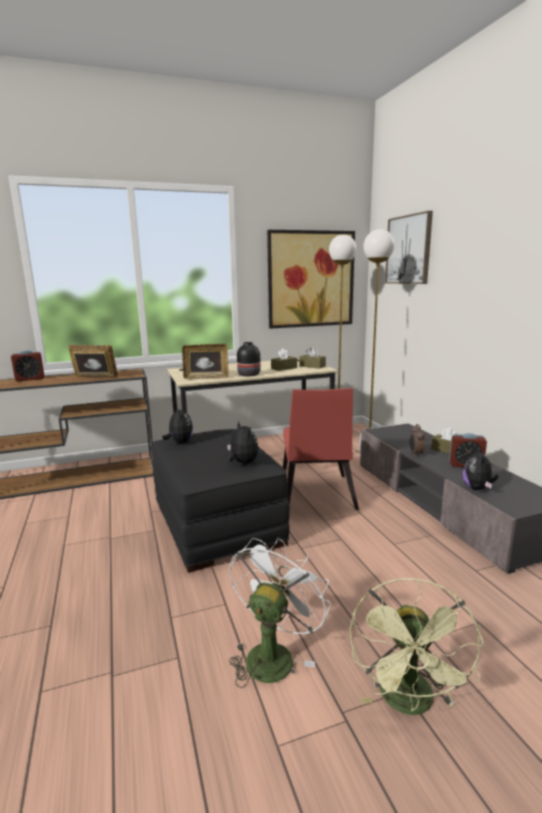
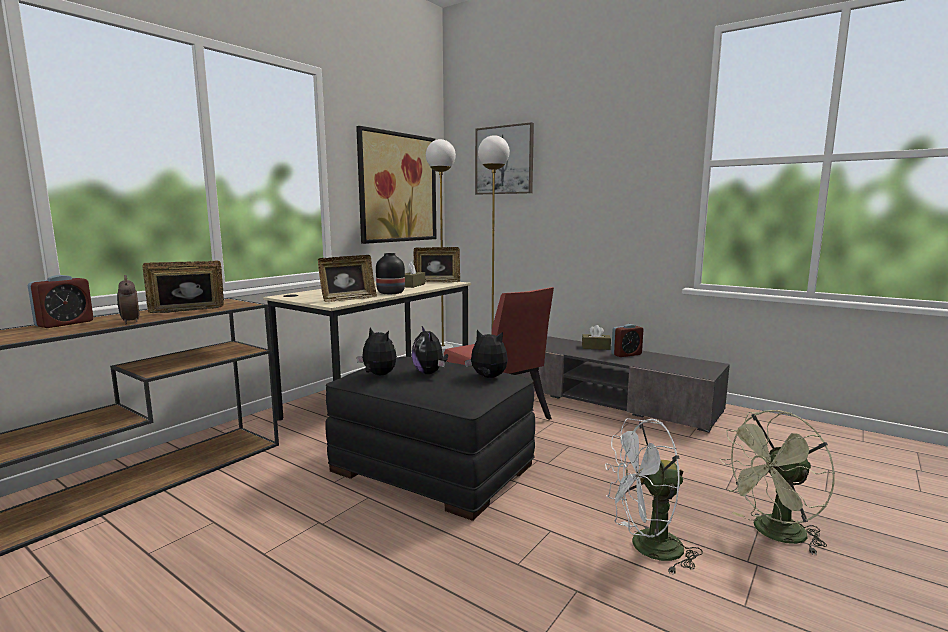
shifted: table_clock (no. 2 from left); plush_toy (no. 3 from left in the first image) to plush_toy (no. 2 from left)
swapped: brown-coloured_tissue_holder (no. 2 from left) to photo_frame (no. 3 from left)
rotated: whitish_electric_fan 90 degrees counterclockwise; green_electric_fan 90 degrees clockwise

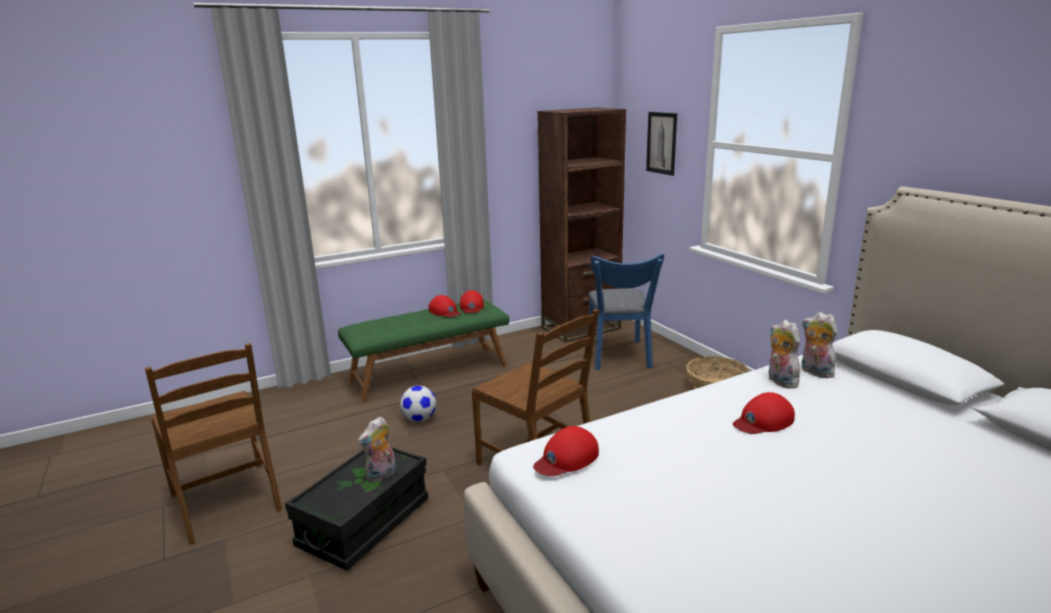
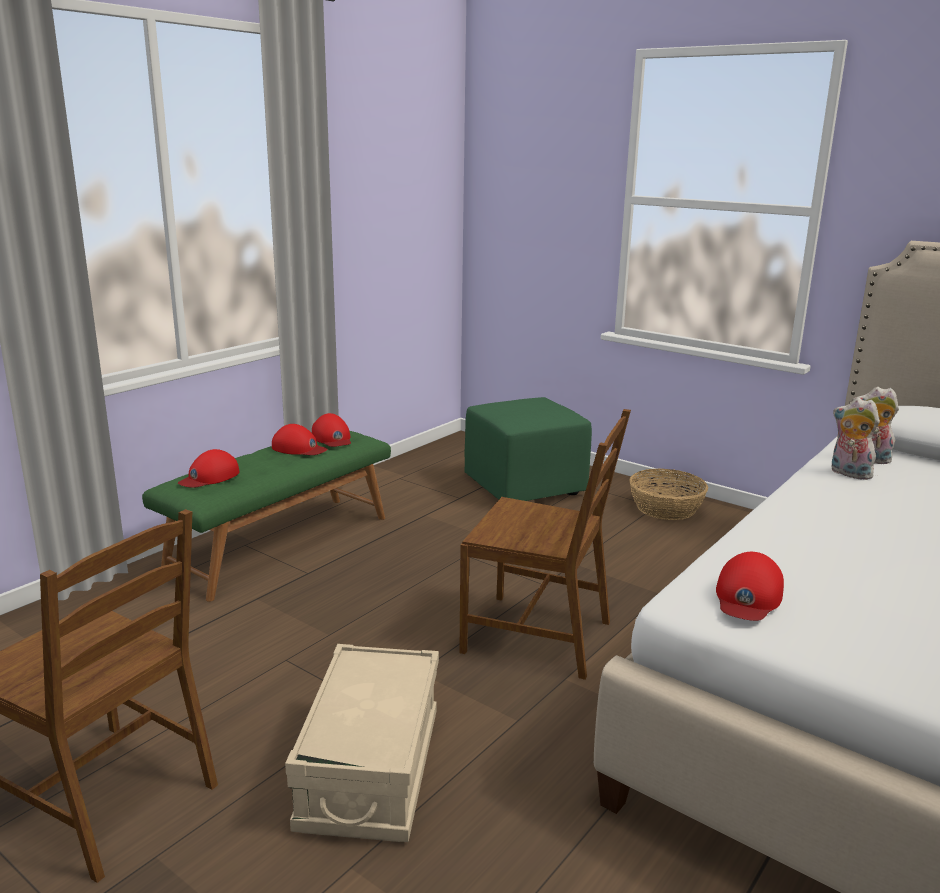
gone: brown-coloured_shelving_unit; wall_picture; ball_for_football; plush_toy (no. 1 from left)
shifted: red_peaked_cap (no. 4 from left in the first image) to red_peaked_cap (no. 1 from left)
swapped: blue_chair to green_pouffe
repainted: black-coloured_storage_bin to sand-coloured_storage_bin

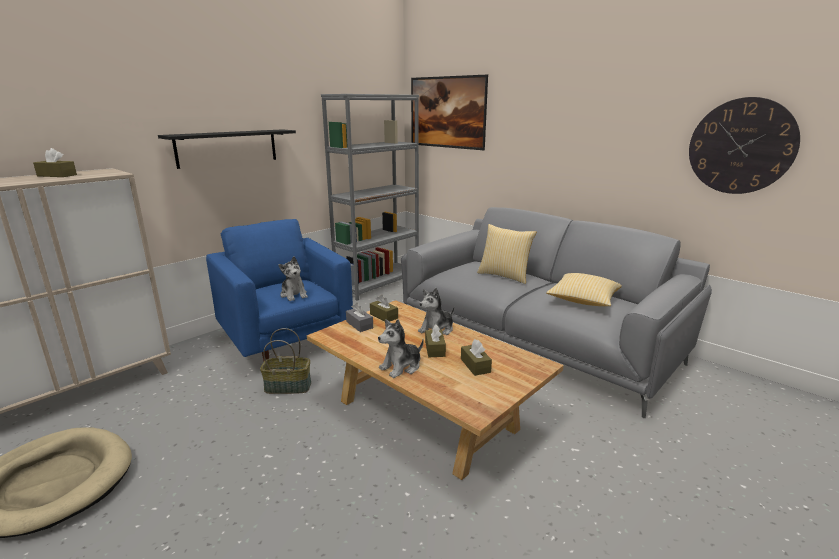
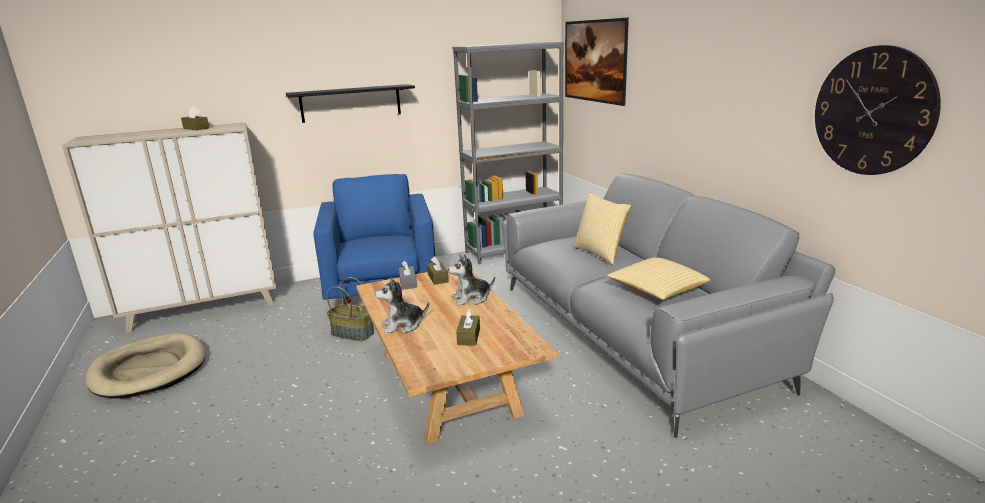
gone: plush_toy (no. 1 from left); brown-coloured_tissue_holder (no. 3 from left)

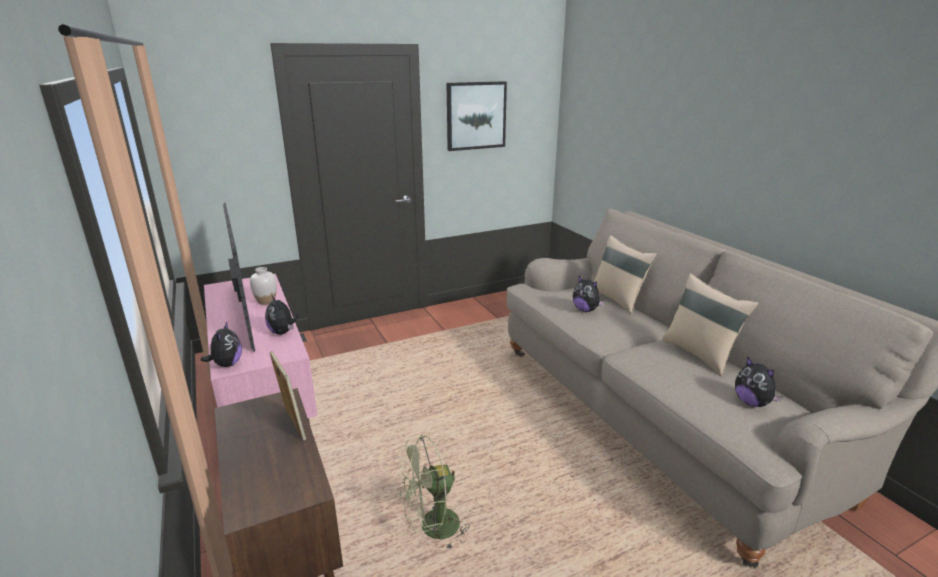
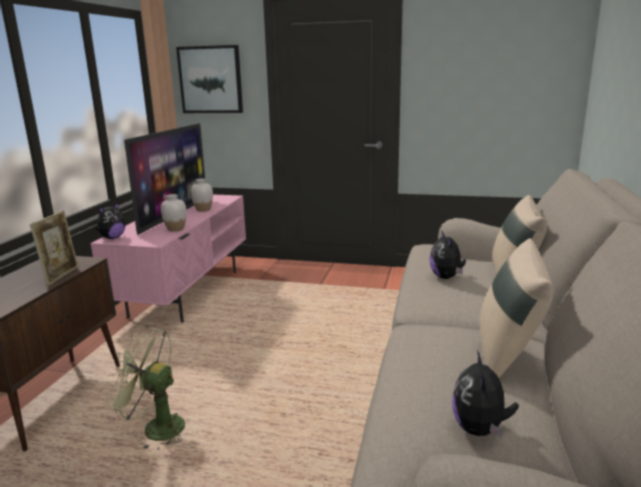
shifted: wall_picture
swapped: plush_toy (no. 2 from left) to whitish_flower_vase (no. 1 from left)

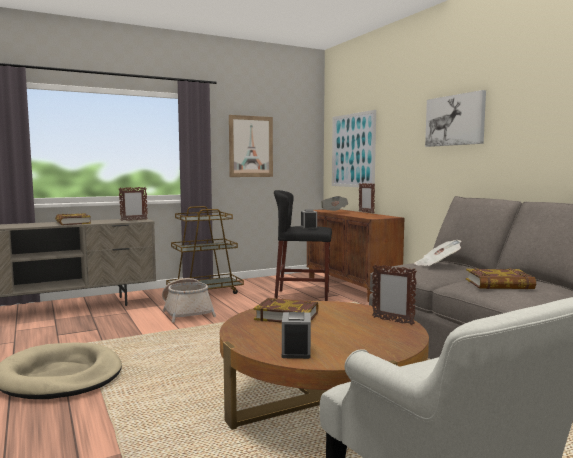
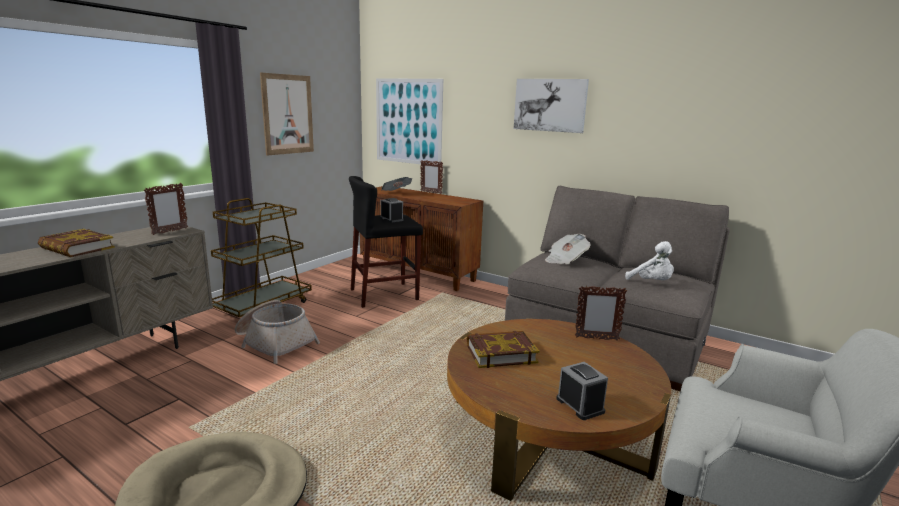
swapped: bound_book (no. 3 from left) to whitish_plush_toy

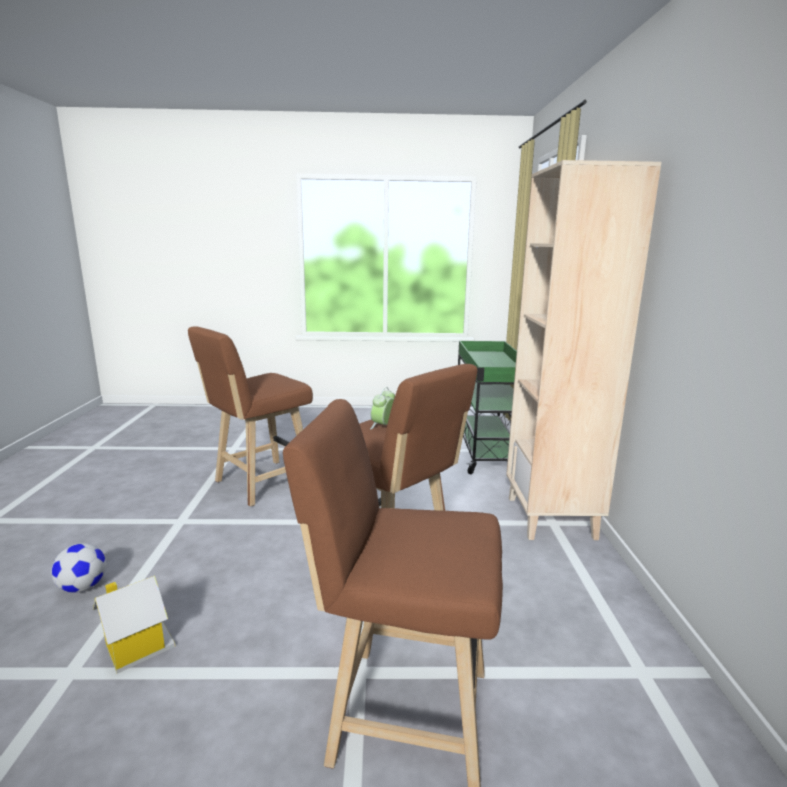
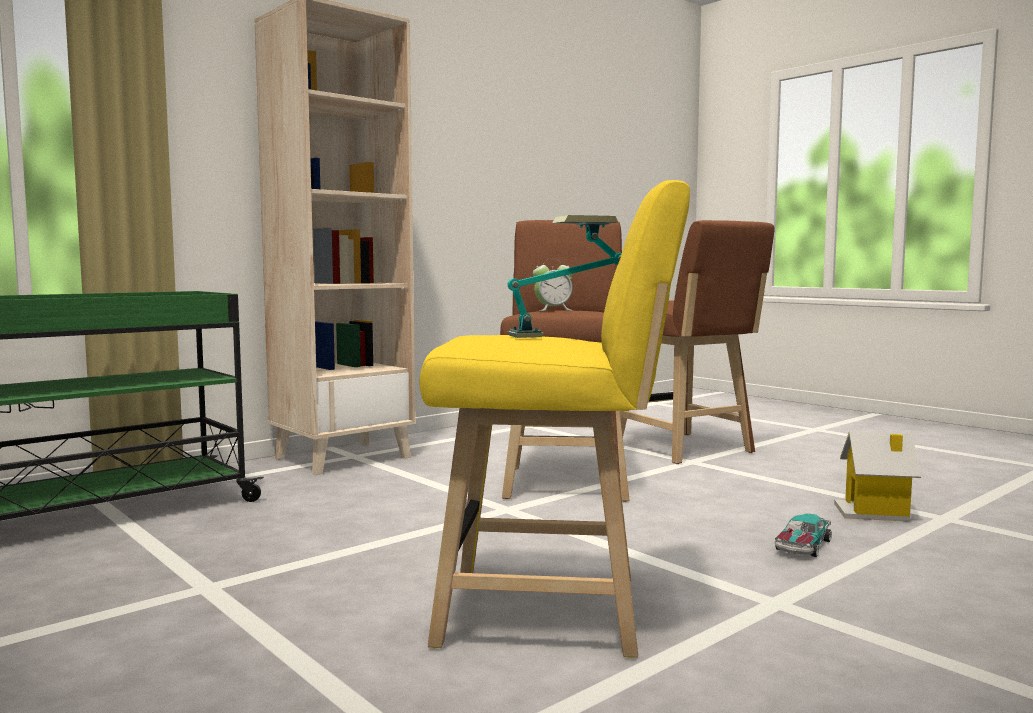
gone: ball_for_football
new: lamp_for_a_table; toy_car
repainted: brown-coloured_stool (no. 1 from left) to yellowish_stool

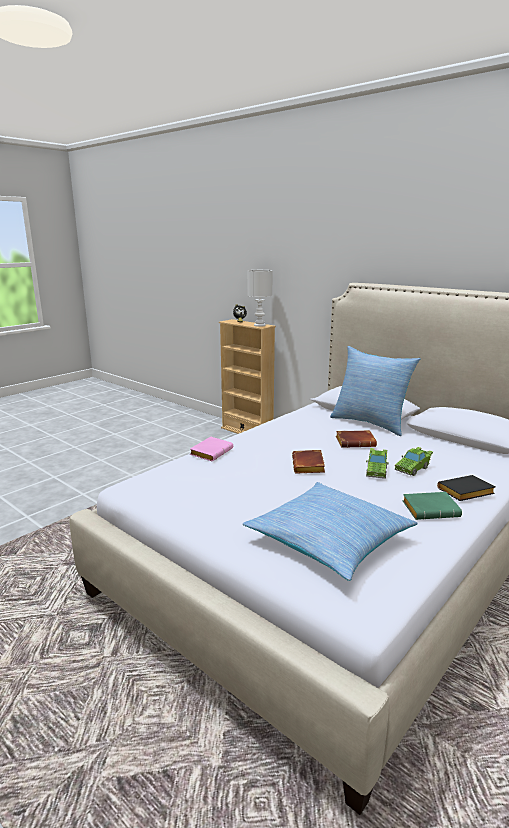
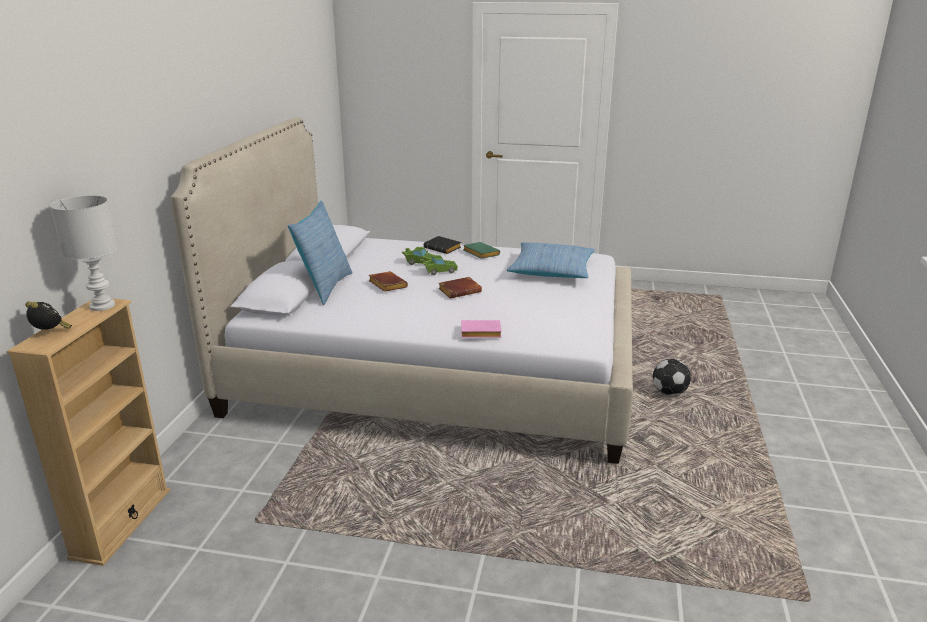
new: ball_for_football

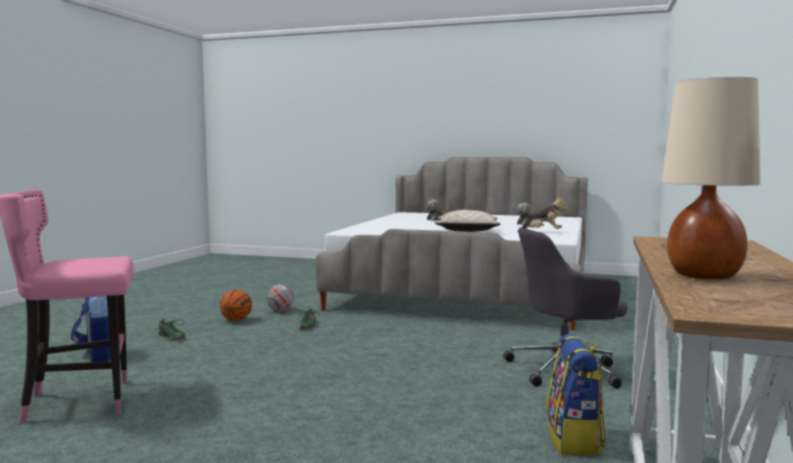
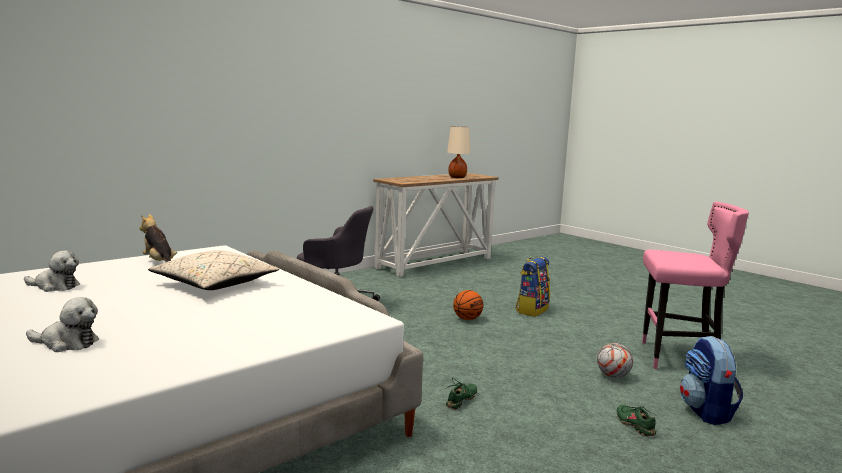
shifted: ball_for_football; basketball; backpack (no. 2 from left in the first image) to backpack (no. 1 from left)

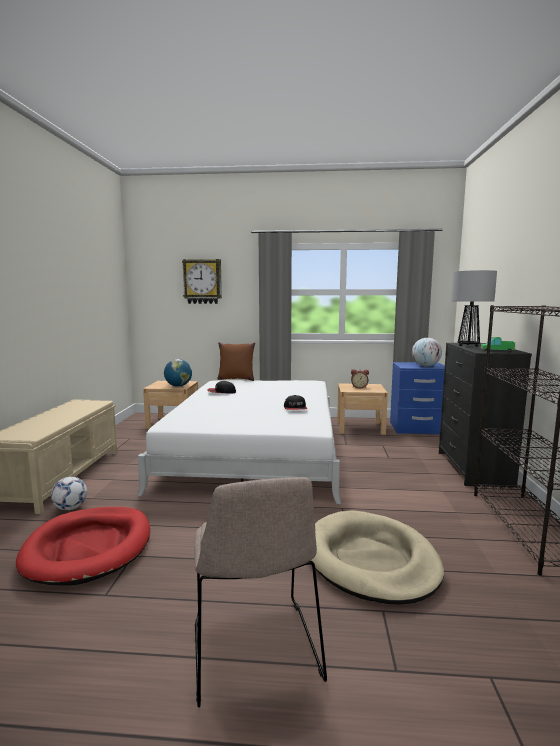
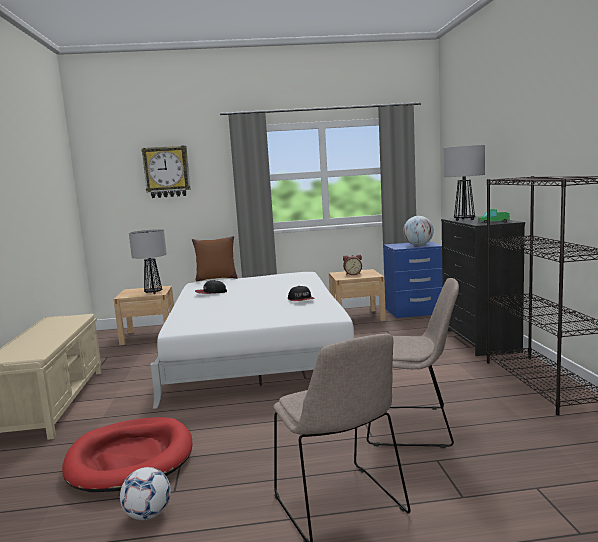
shifted: ball_for_football
swapped: world_globe (no. 1 from left) to lamp_for_a_table (no. 1 from left); sand-coloured_pet_bed to sand-coloured_chair (no. 2 from left)

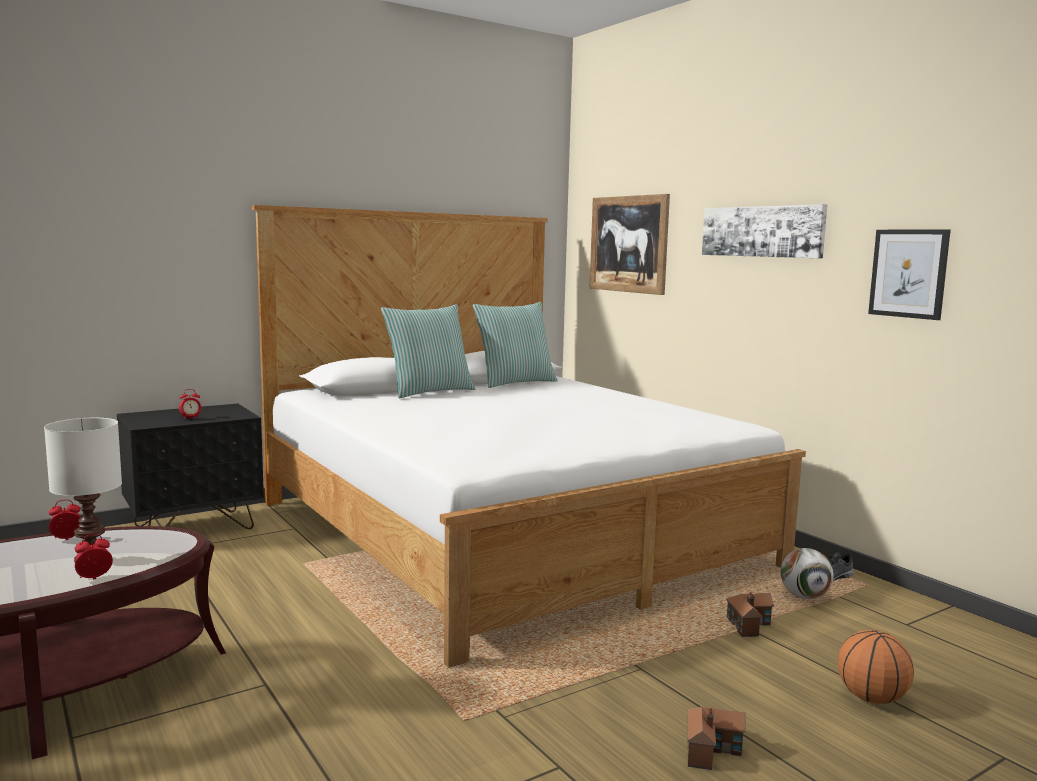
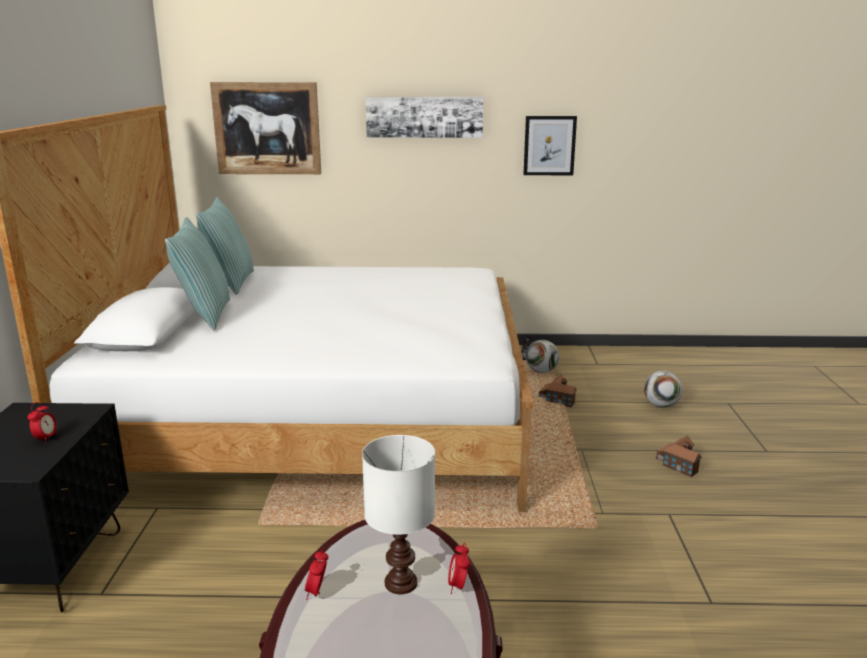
swapped: basketball to ball_for_football (no. 2 from left)

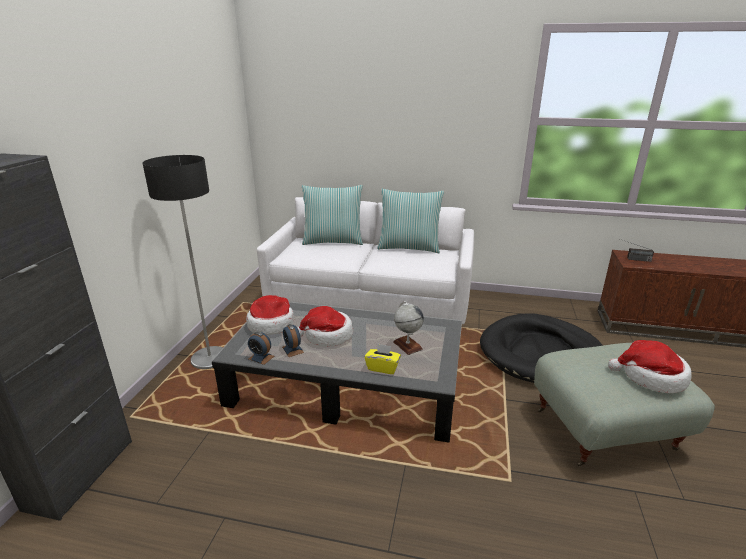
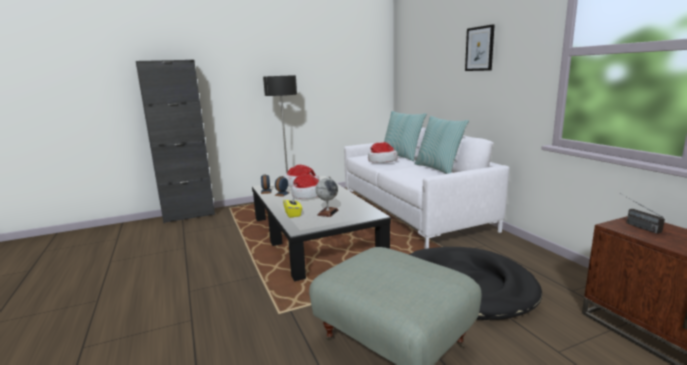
new: wall_picture
shifted: hat (no. 3 from left)

